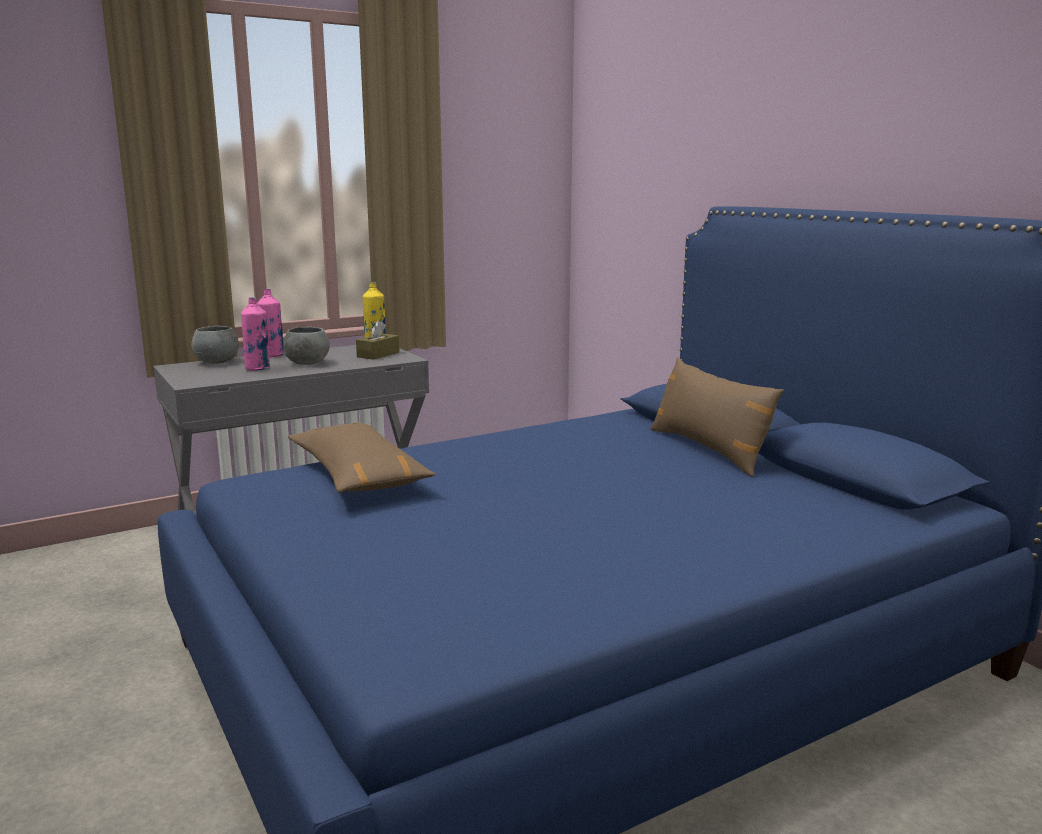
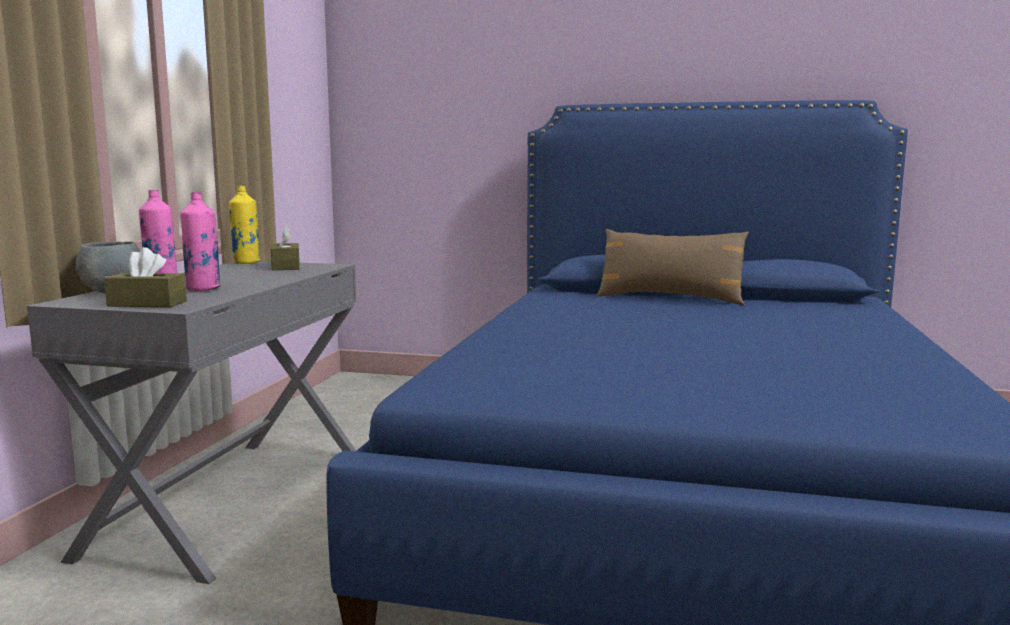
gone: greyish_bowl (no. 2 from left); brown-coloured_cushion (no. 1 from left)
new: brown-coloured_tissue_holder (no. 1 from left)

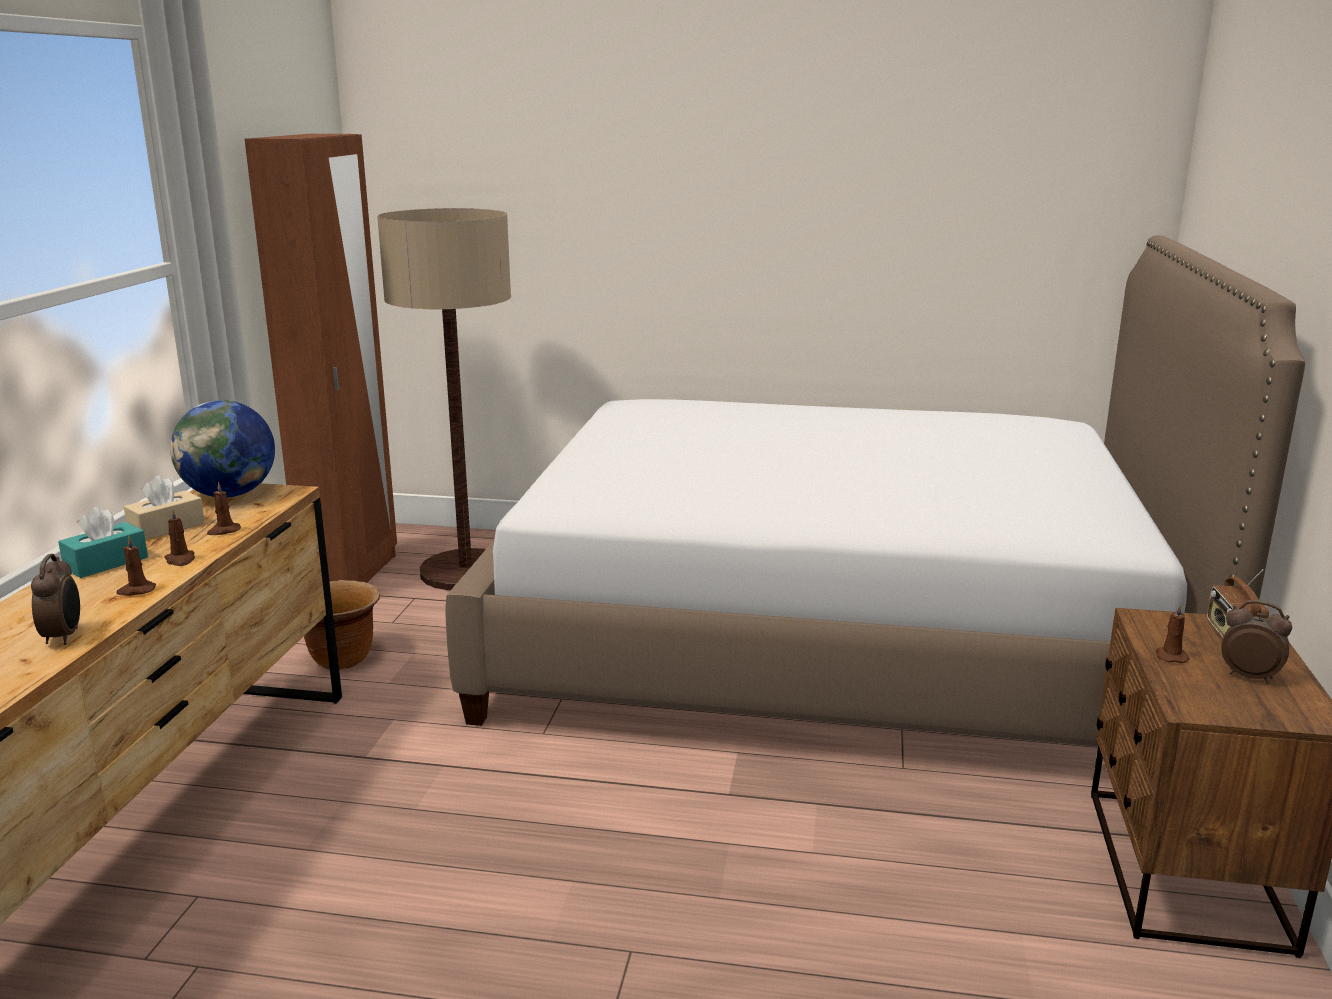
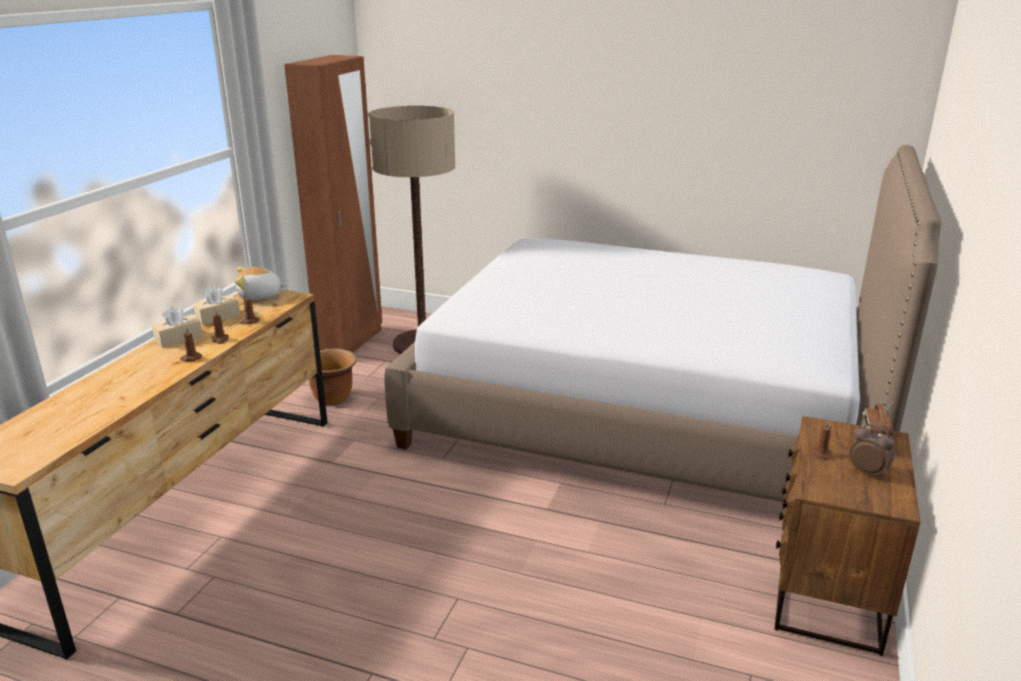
gone: table_clock (no. 1 from left)
swapped: world_globe to plush_toy
repainted: turquoise_tissue_holder to sand-coloured_tissue_holder (no. 1 from left)

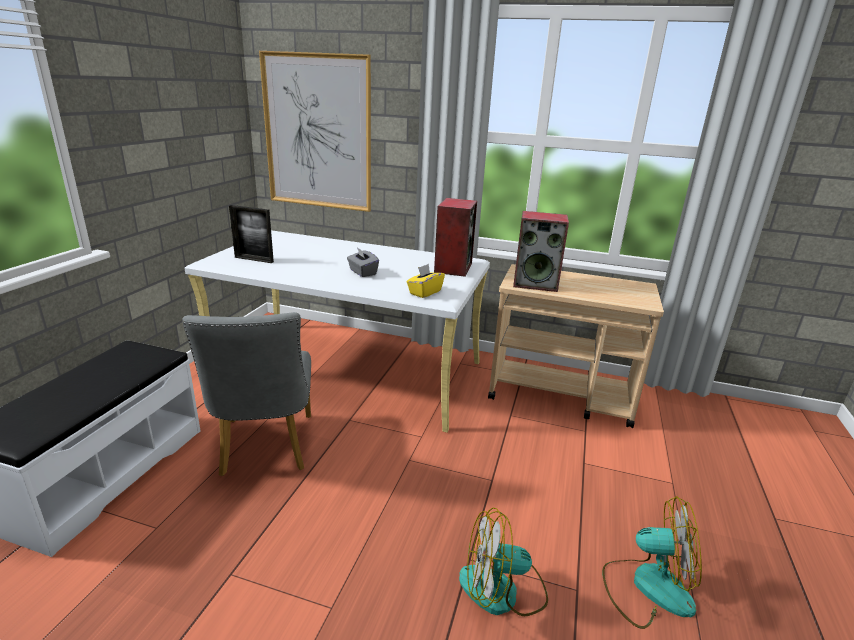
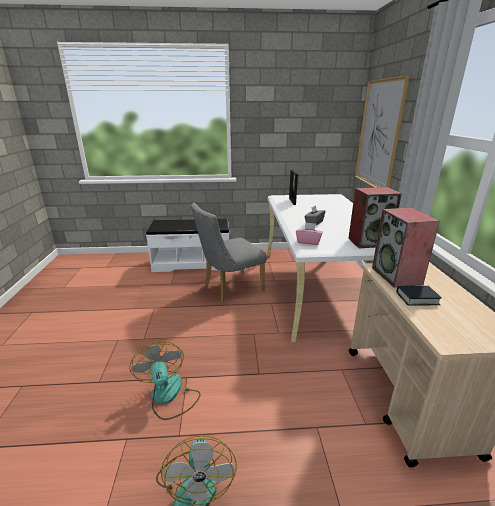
new: bound_book
repainted: yellowish_tissue_holder to pinkish_tissue_holder

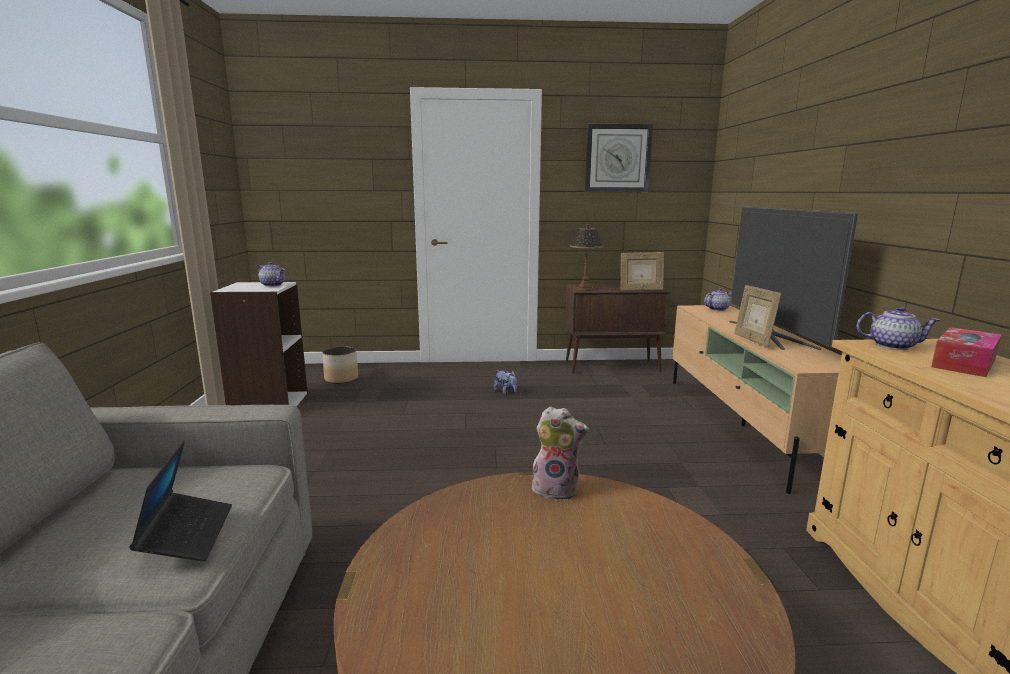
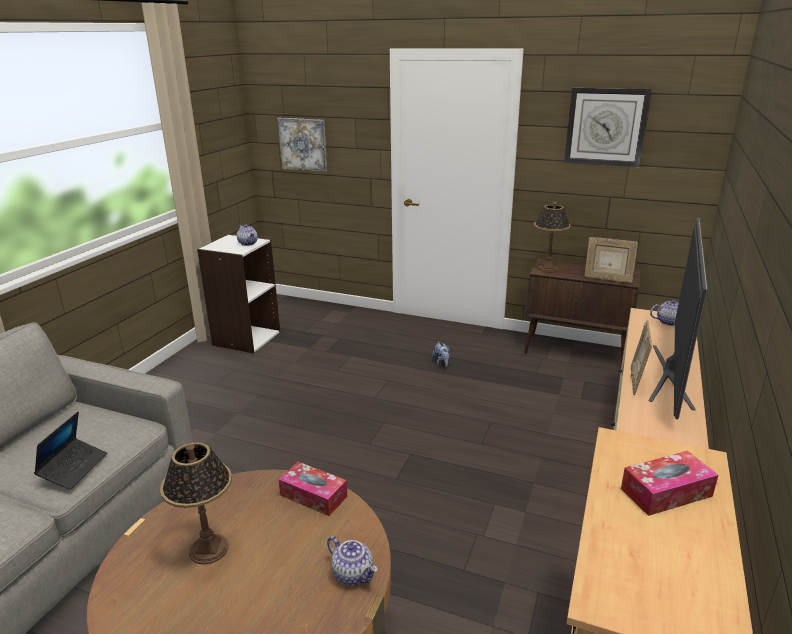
gone: flower_pot
new: wall_picture; lamp_for_a_table (no. 1 from left)
shifted: tea_pot (no. 3 from left in the first image) to tea_pot (no. 2 from left)
swapped: plush_toy (no. 2 from left) to tissue_holder (no. 1 from left)

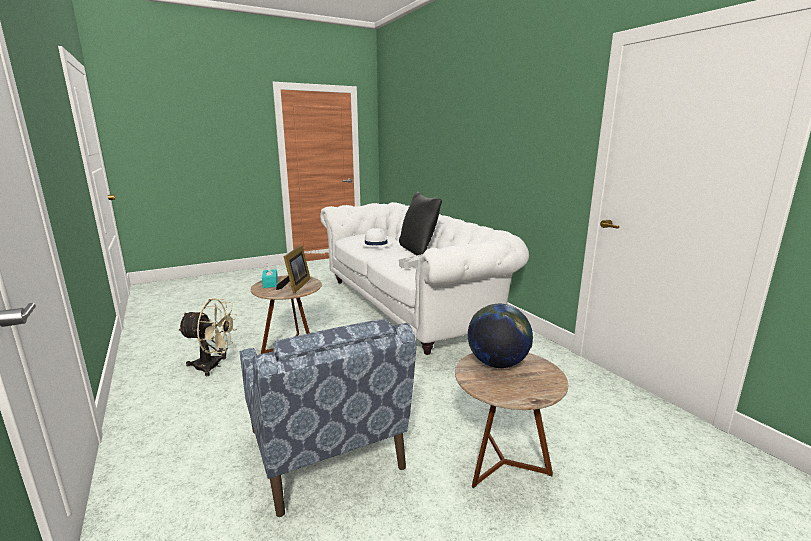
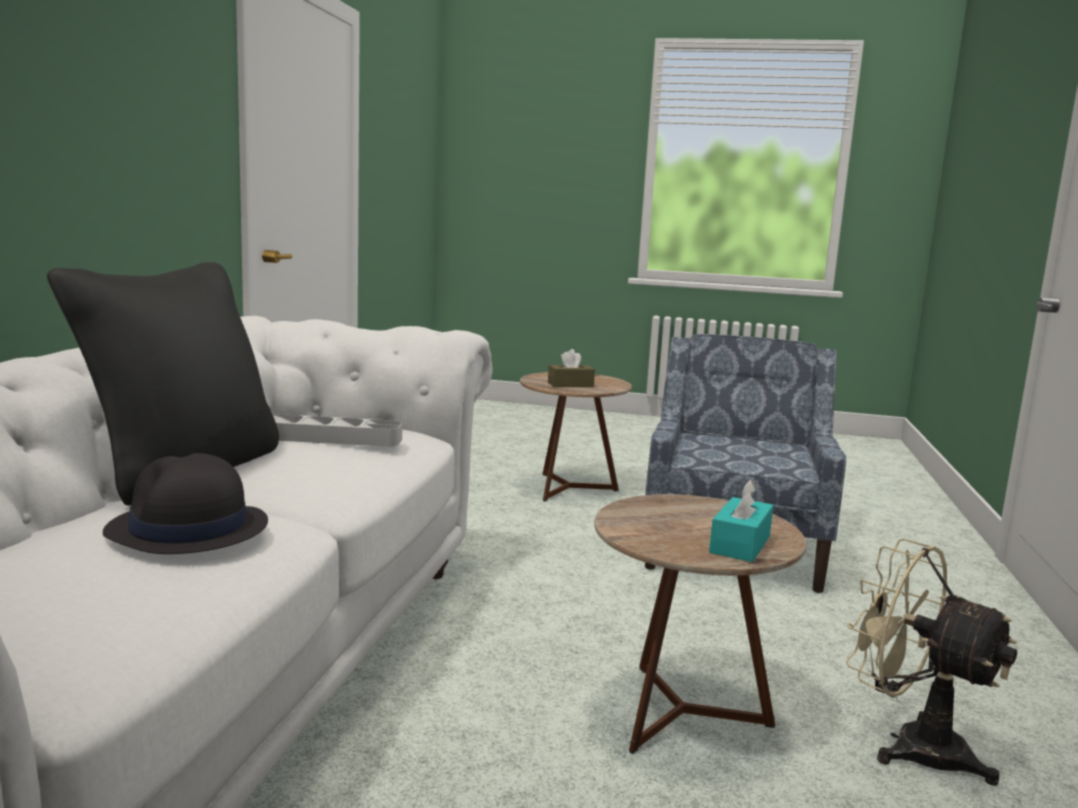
gone: photo_frame
swapped: world_globe to brown-coloured_tissue_holder
repainted: whitish_hat to black-coloured_hat

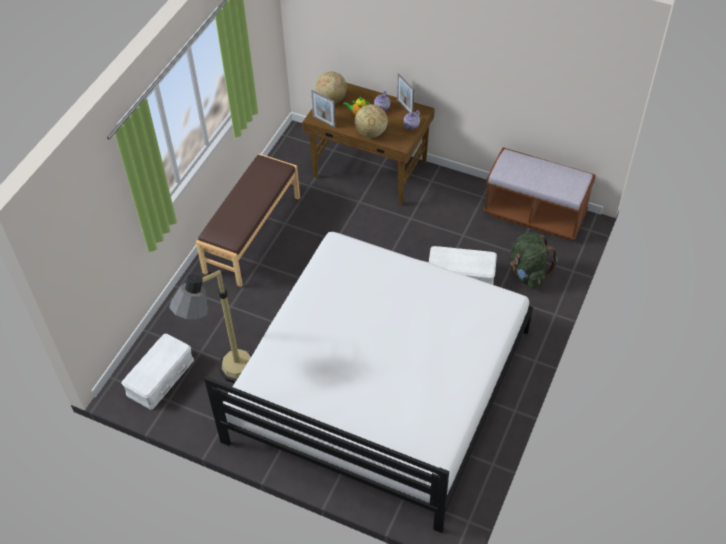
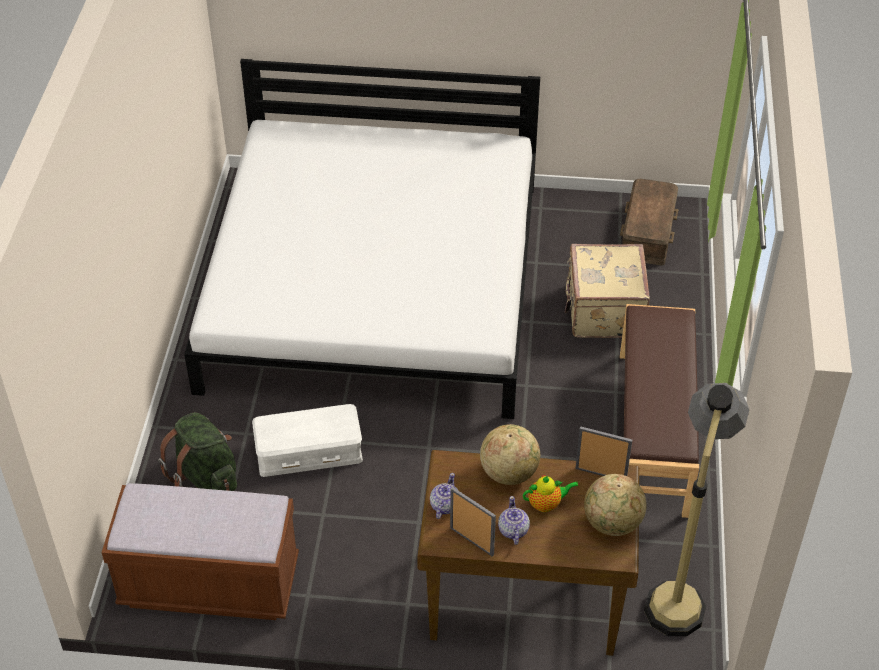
new: sand-coloured_travel_case
shifted: floor_lamp
repainted: whitish_storage_bin (no. 1 from left) to brown-coloured_storage_bin

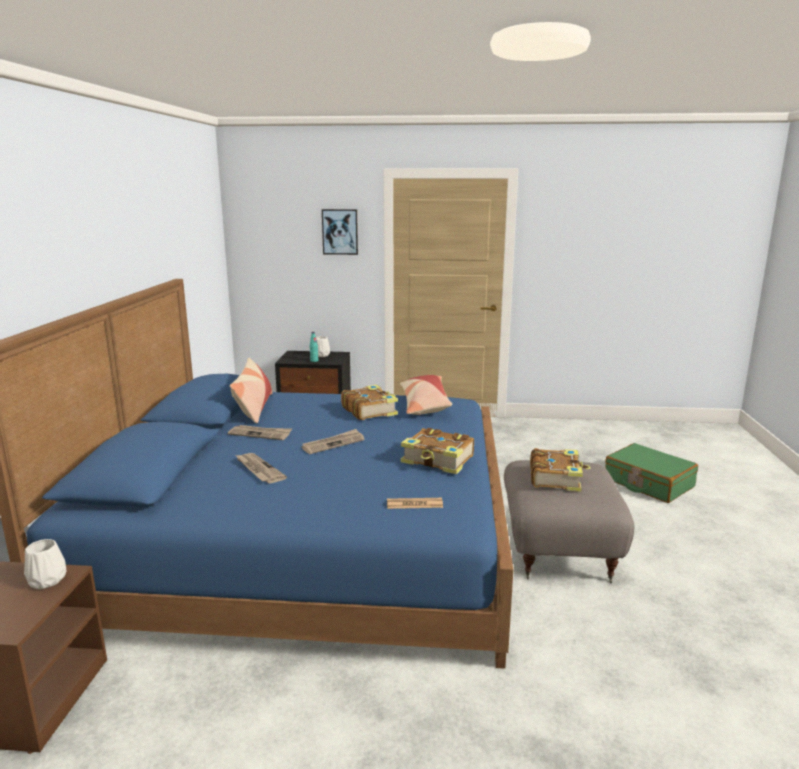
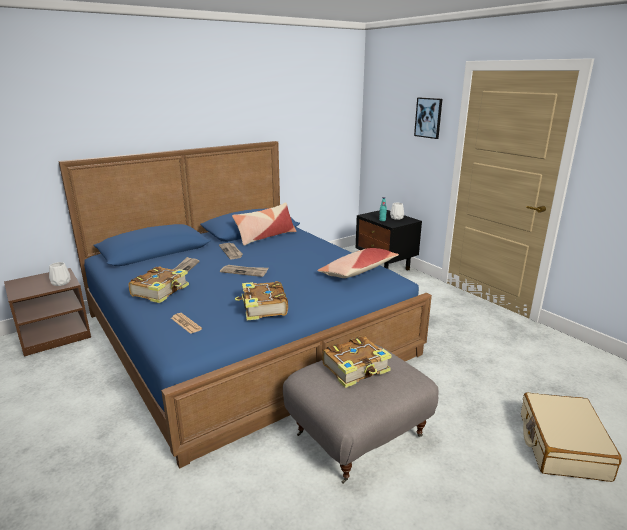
shifted: bound_book (no. 1 from left)
repainted: green_travel_case to sand-coloured_travel_case

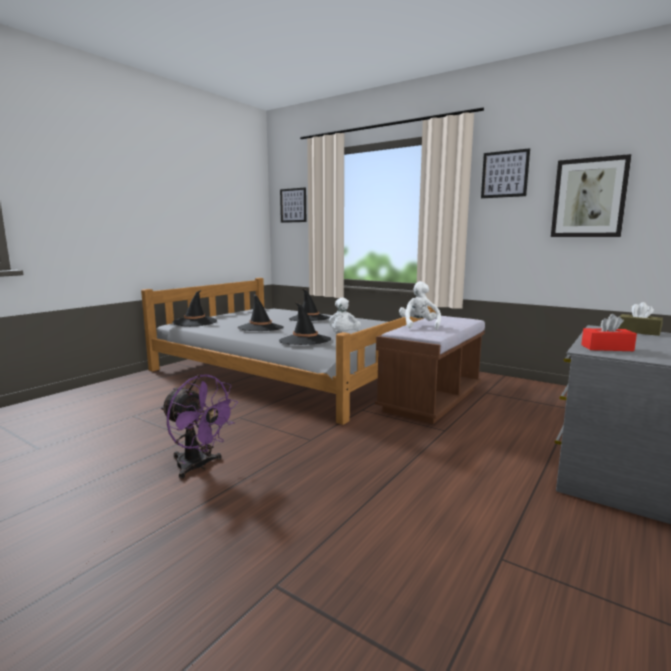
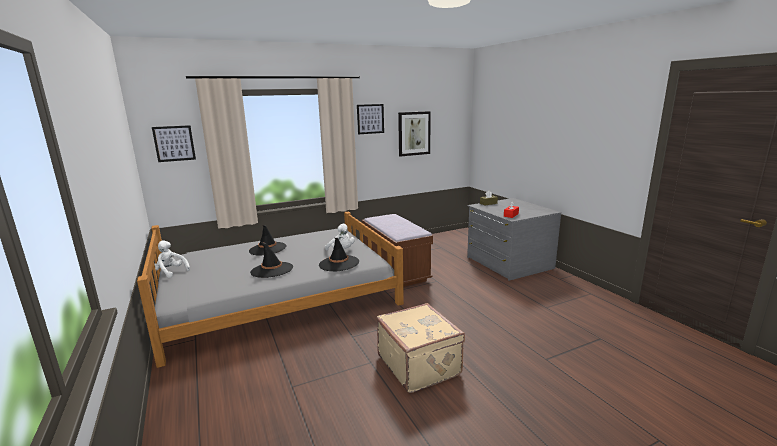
gone: black-coloured_hat (no. 1 from left)
shifted: whitish_plush_toy (no. 2 from left in the first image) to whitish_plush_toy (no. 1 from left)
swapped: purplish_electric_fan to sand-coloured_travel_case

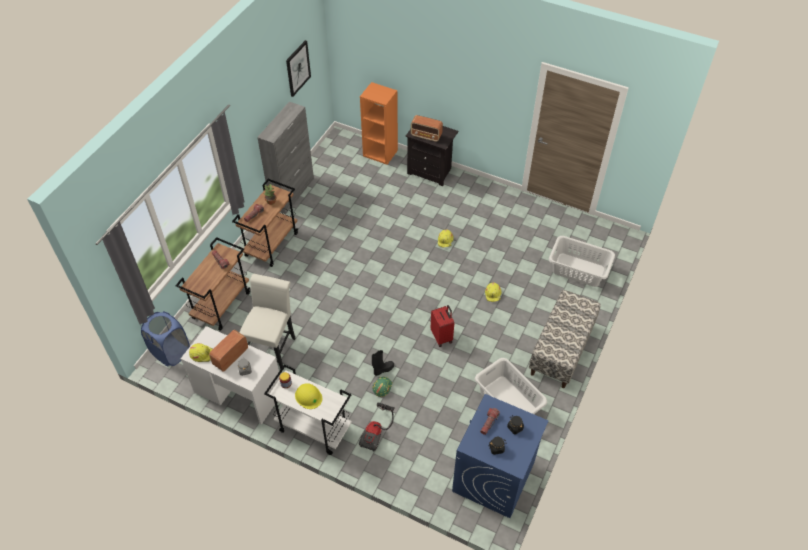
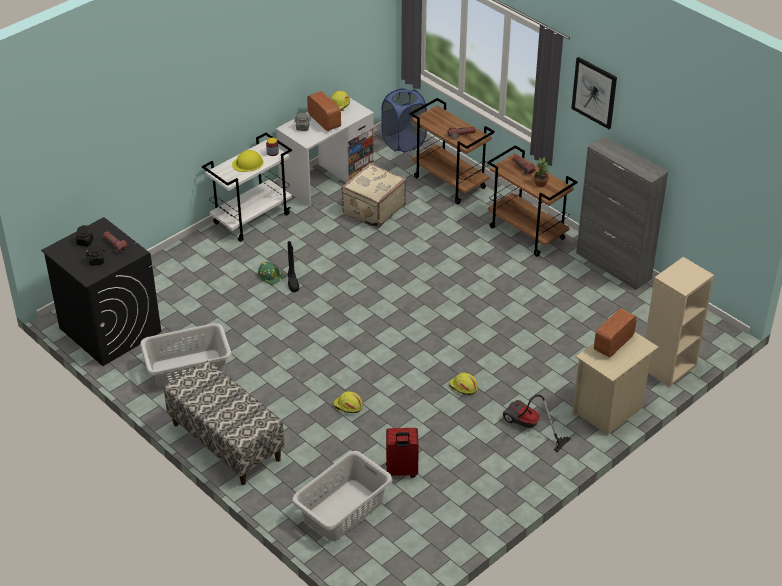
shifted: wall_picture; red_travel_case; hoover
swapped: whitish_chair to sand-coloured_travel_case
repainted: orange_shelving_unit to sand-coloured_shelving_unit; black-coloured_nightstand to sand-coloured_nightstand; blue_washing_machine to black-coloured_washing_machine

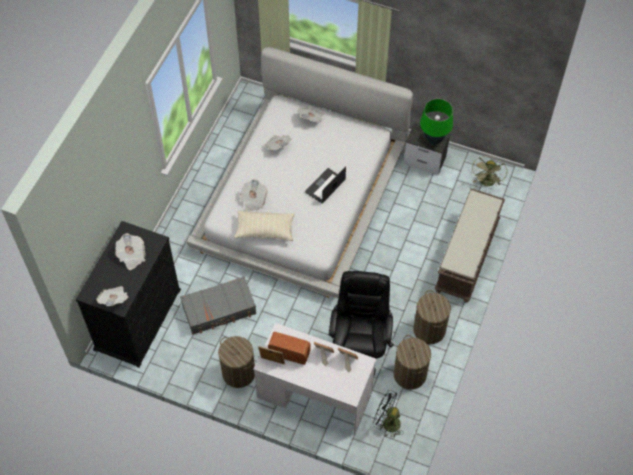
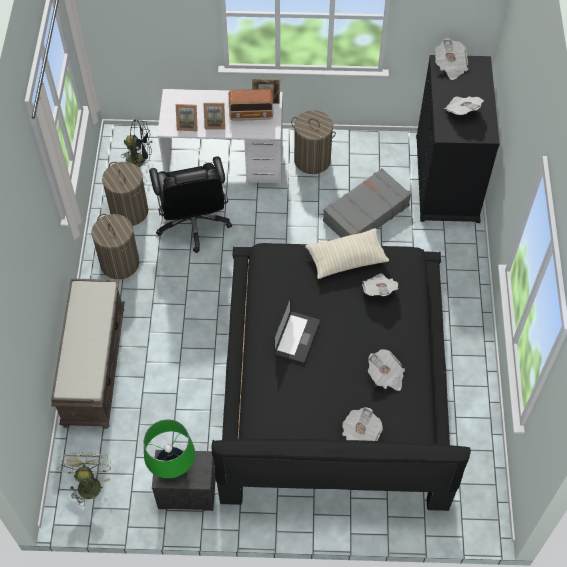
repainted: whitish_bedroom_bed to black-coloured_bedroom_bed

